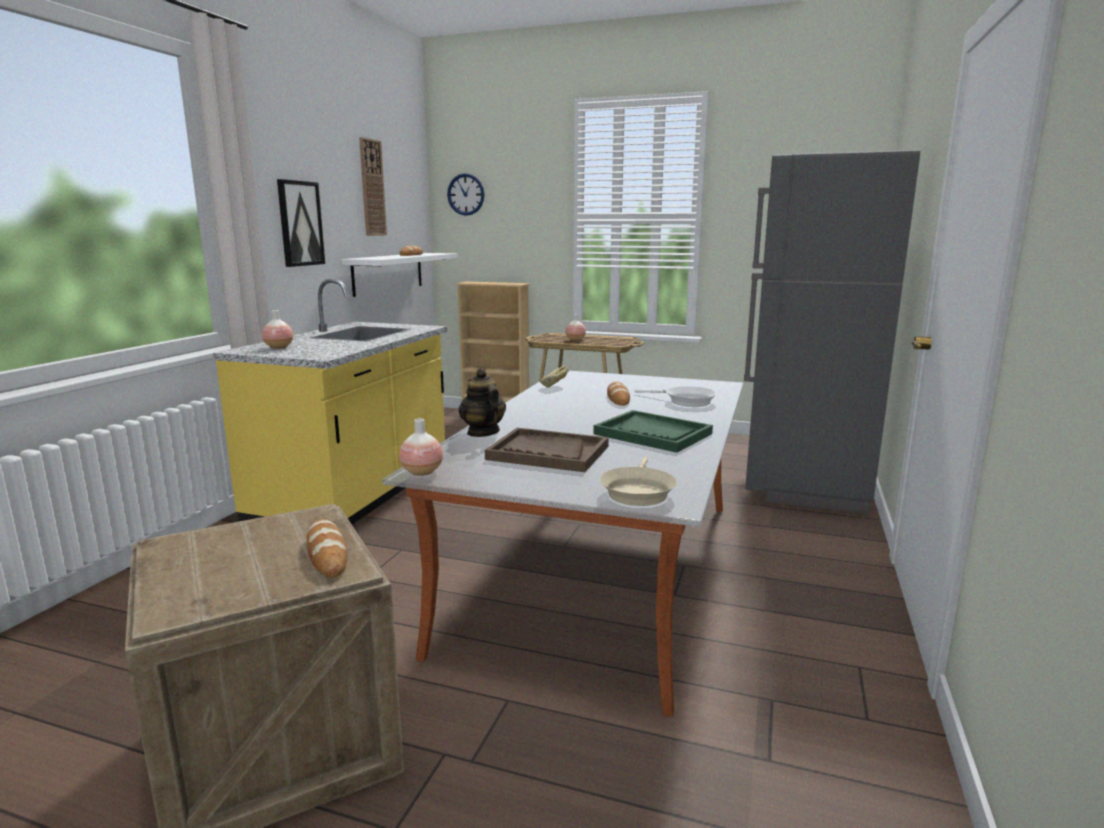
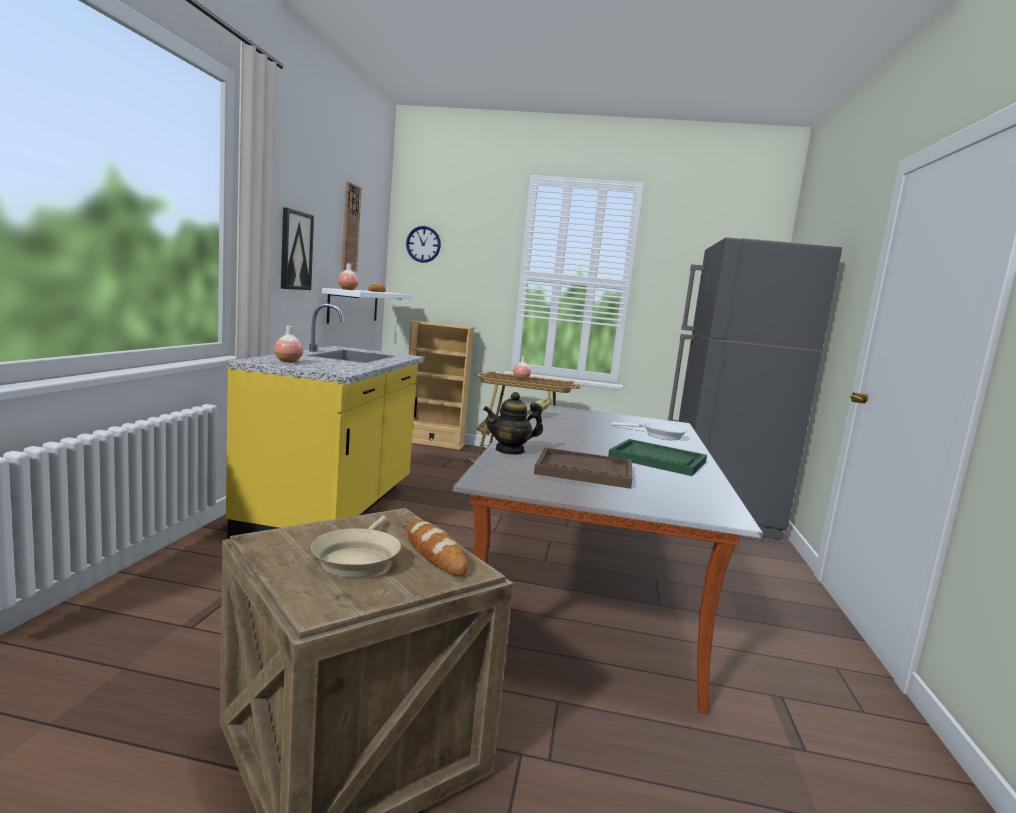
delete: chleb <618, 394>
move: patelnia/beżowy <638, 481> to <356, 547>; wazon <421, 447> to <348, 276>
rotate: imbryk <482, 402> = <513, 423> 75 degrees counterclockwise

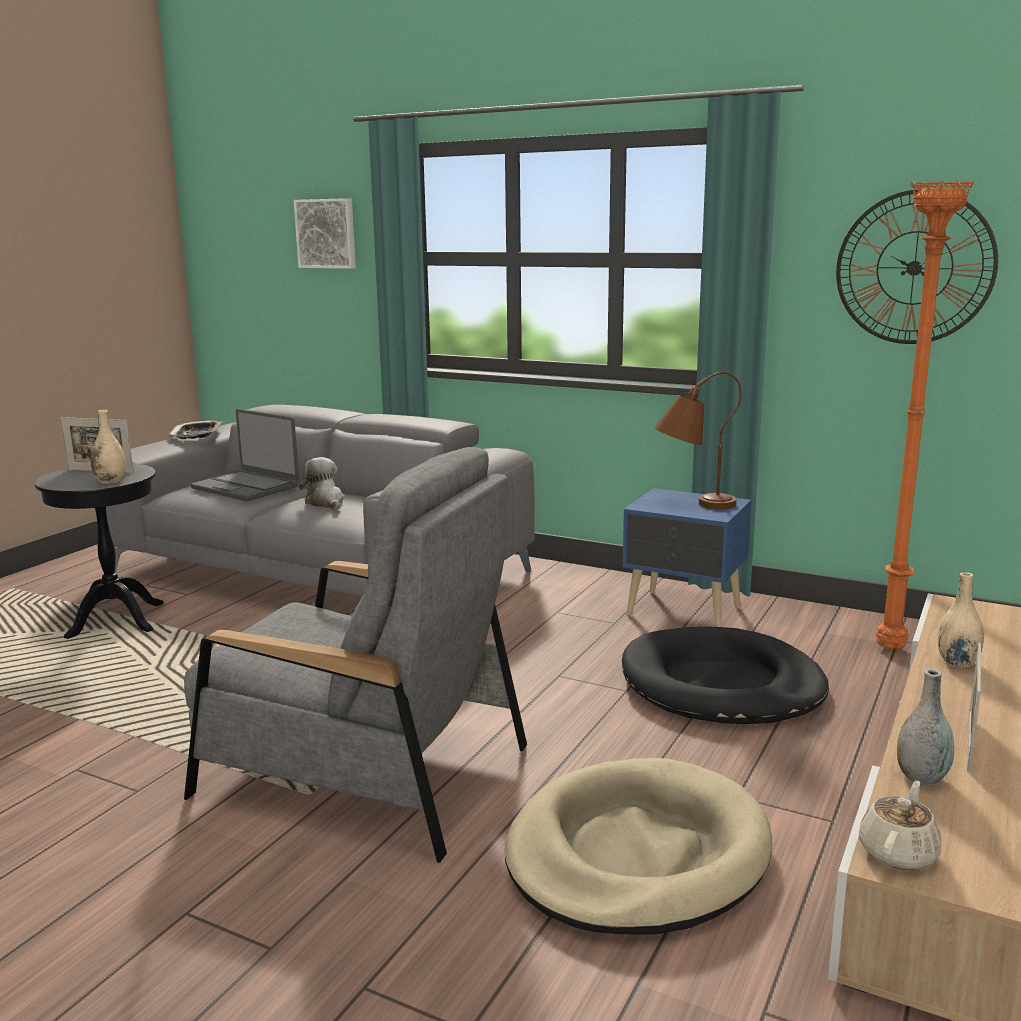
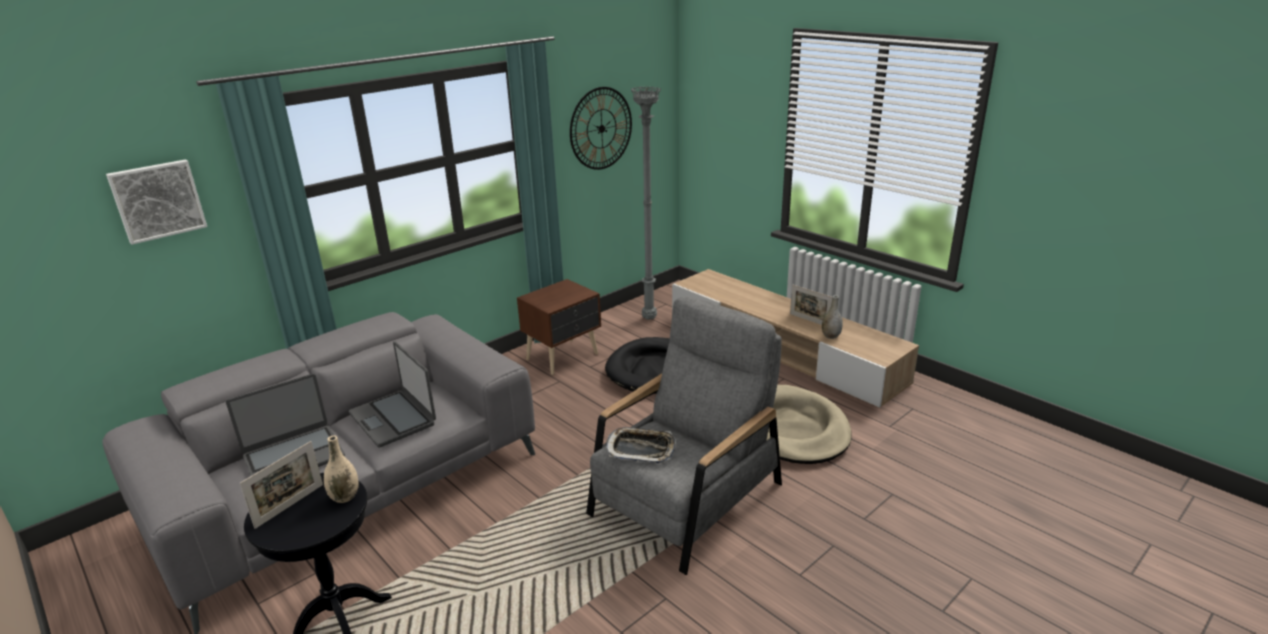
delete: lampa stołowa/brązowy <698, 440>; imbryk/beżowy <900, 825>; wazon/beżowy <961, 620>
move: taca <195, 429> to <641, 445>
replace: pluszak <322, 483> to laptop <392, 394>
recolor: szafka nocna/niebieski <687, 557> to szafka nocna/brązowy <559, 327>; lampa stojąca/pomarańczowy <925, 415> to lampa stojąca/szary <646, 203>

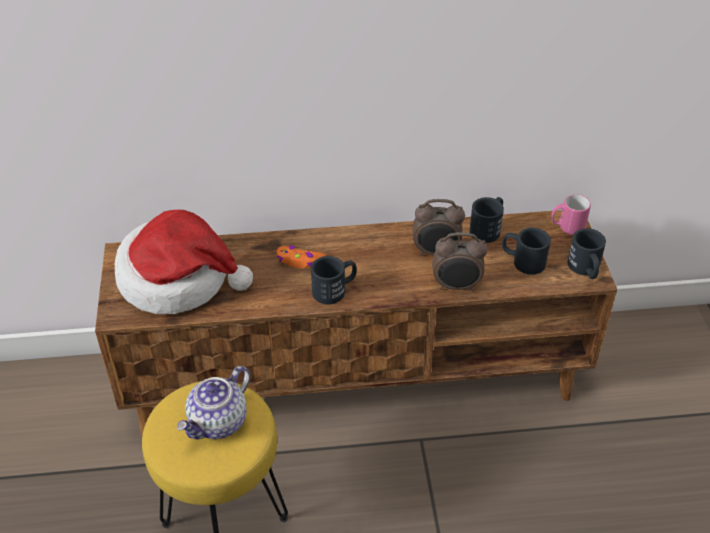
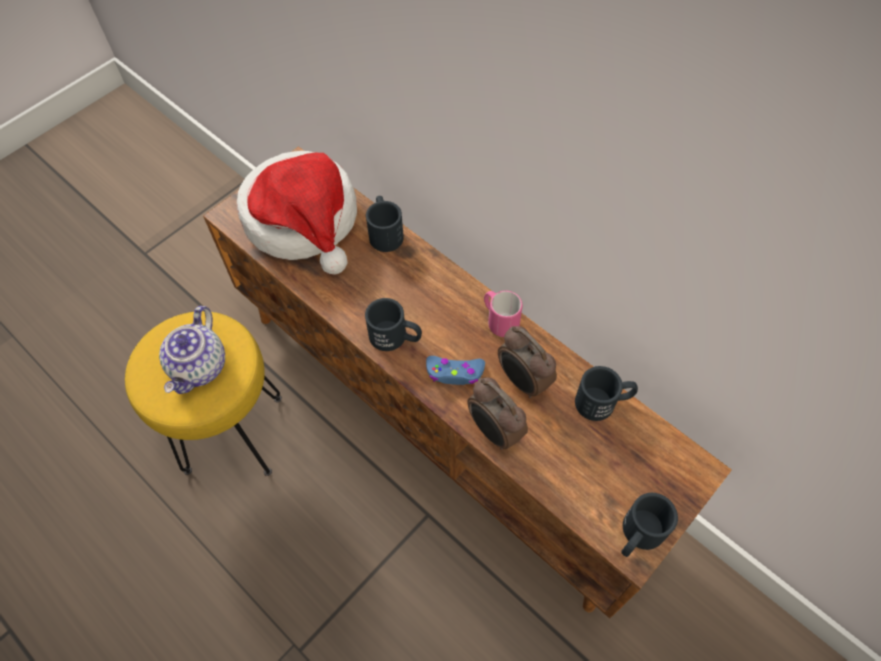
delete: pad do gier/pomarańczowy <301, 257>
insert: pad do gier/niebieski <455, 370>
move: kubek/czarny <526, 251> to <385, 224>; kubek/różowy <571, 214> to <503, 314>
rotate: imbryk <213, 403> = <192, 350> 75 degrees counterclockwise

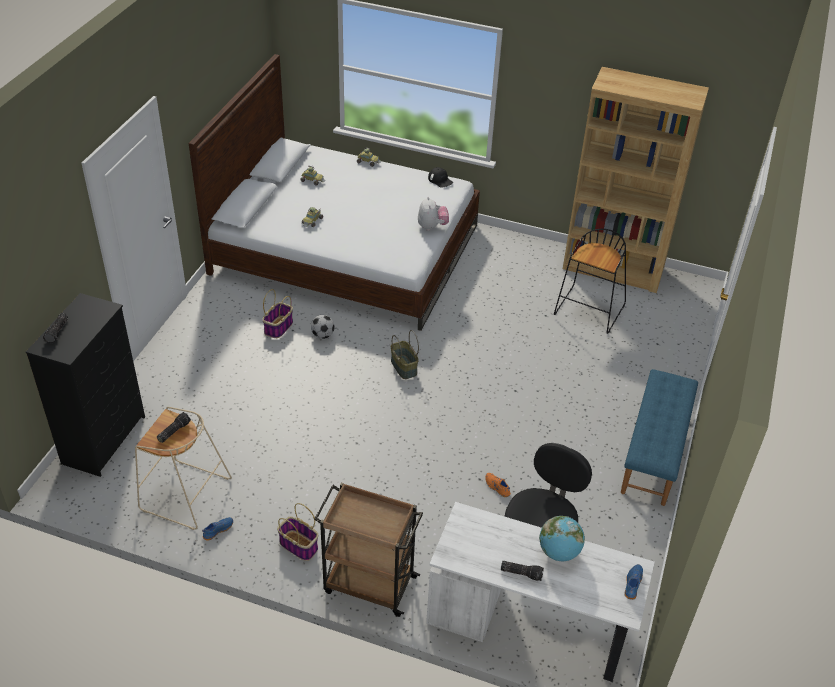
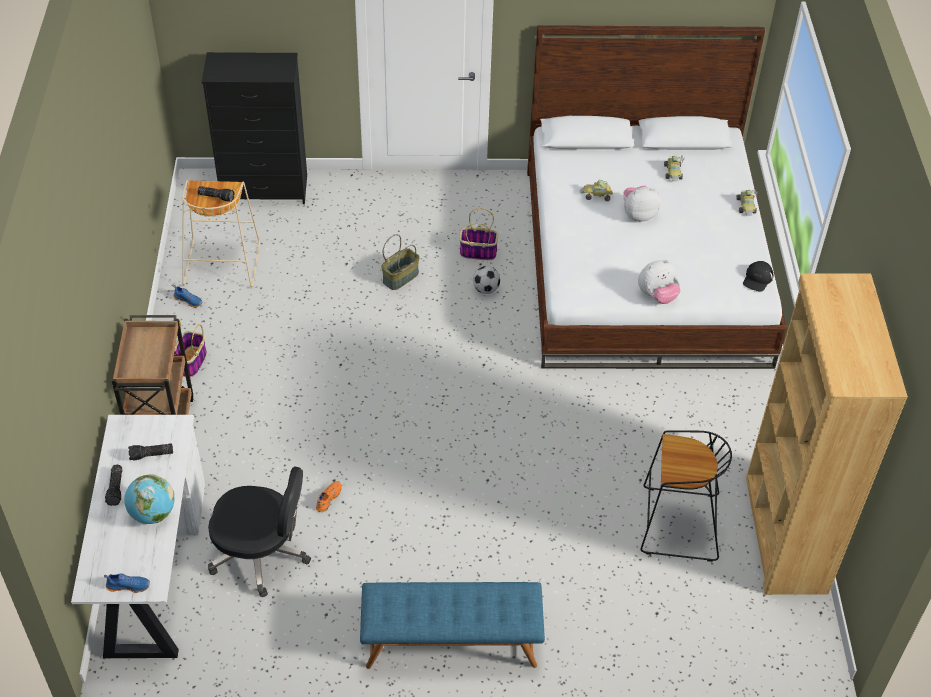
insert: pluszak <642, 204>
move: latarka <55, 328> to <150, 452>; koszyk <405, 354> to <400, 262>

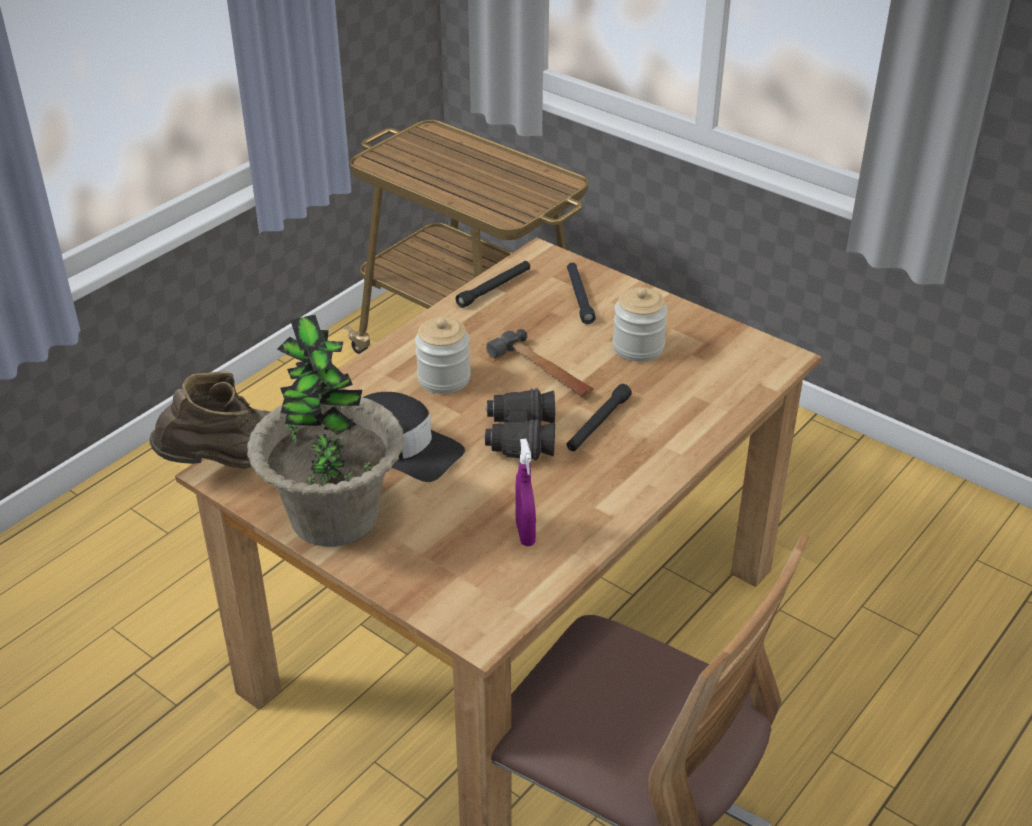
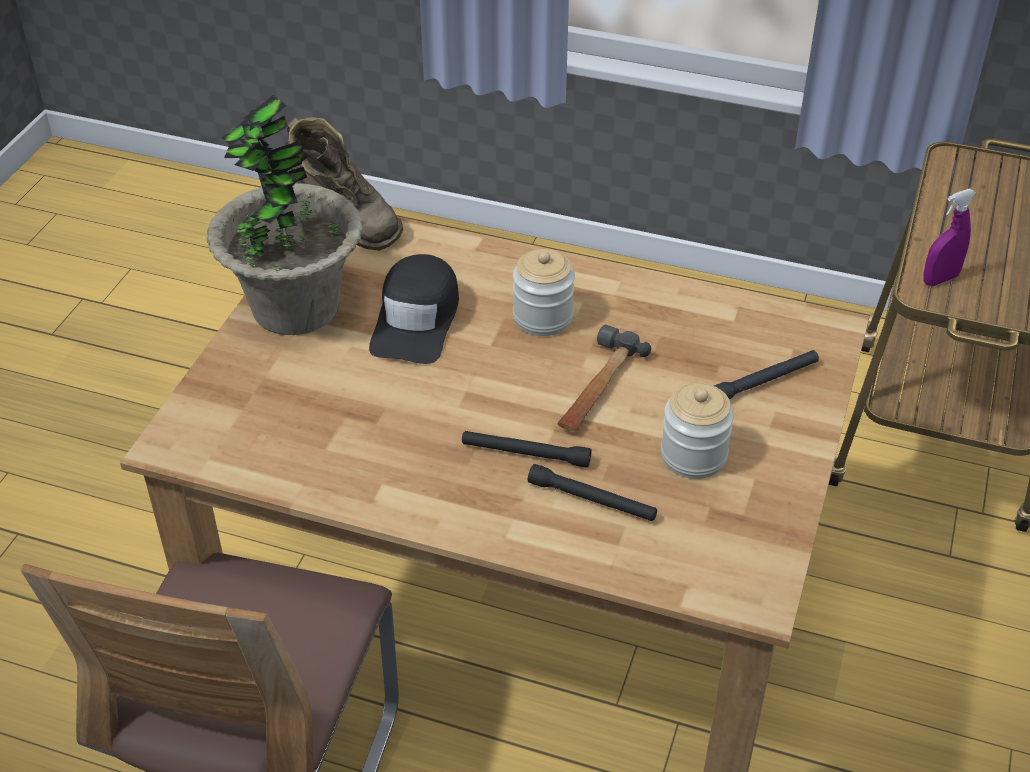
delete: lornetka/czarny <519, 424>
move: latarka/czarny <493, 284> to <592, 492>; spryskiwacz/fioletowy <525, 492> to <949, 237>

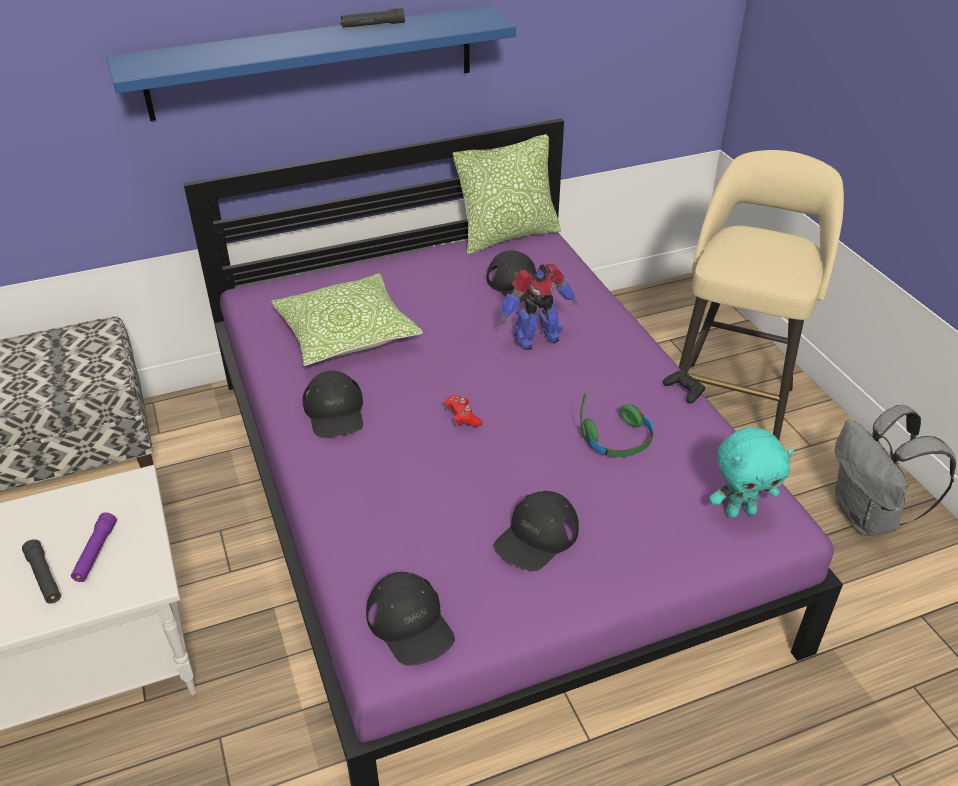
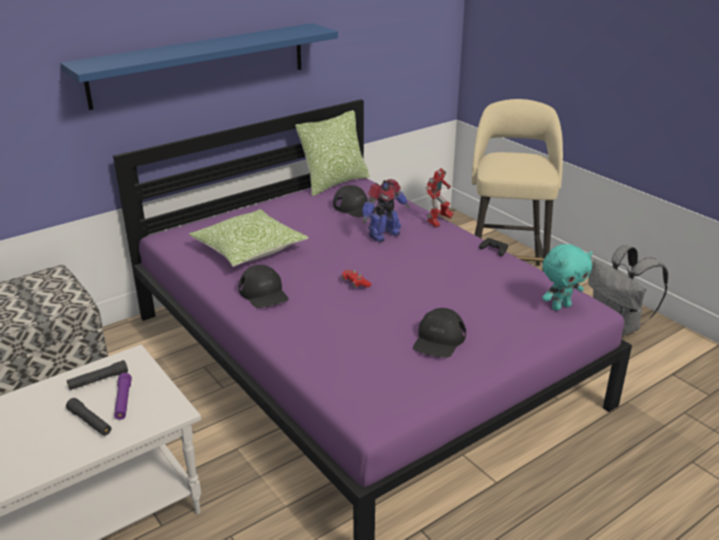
delete: czapka z daszkiem/czarny <410, 619>; słuchawki/zielony <617, 425>
insert: robot zabawkowy <440, 198>
move: latarka/czarny <373, 18> to <97, 375>

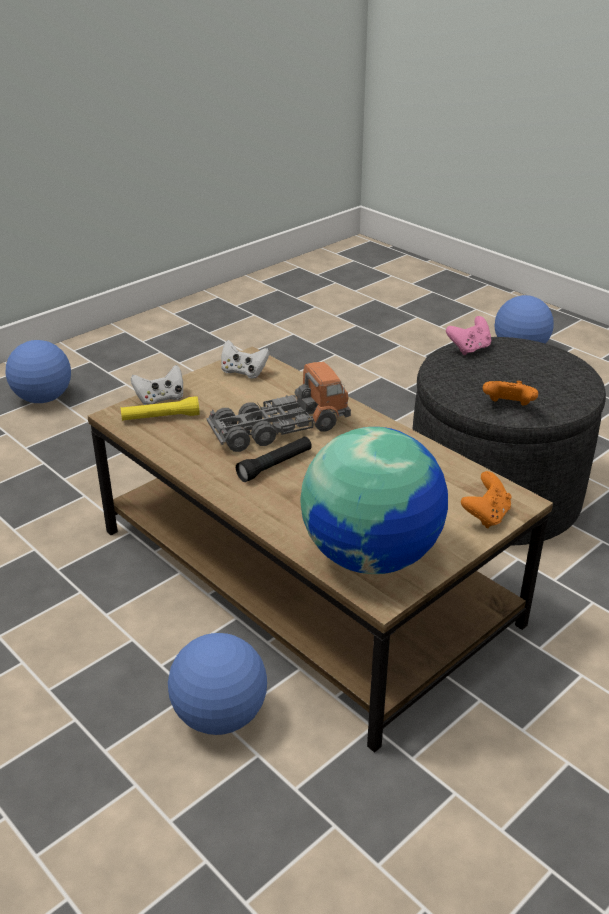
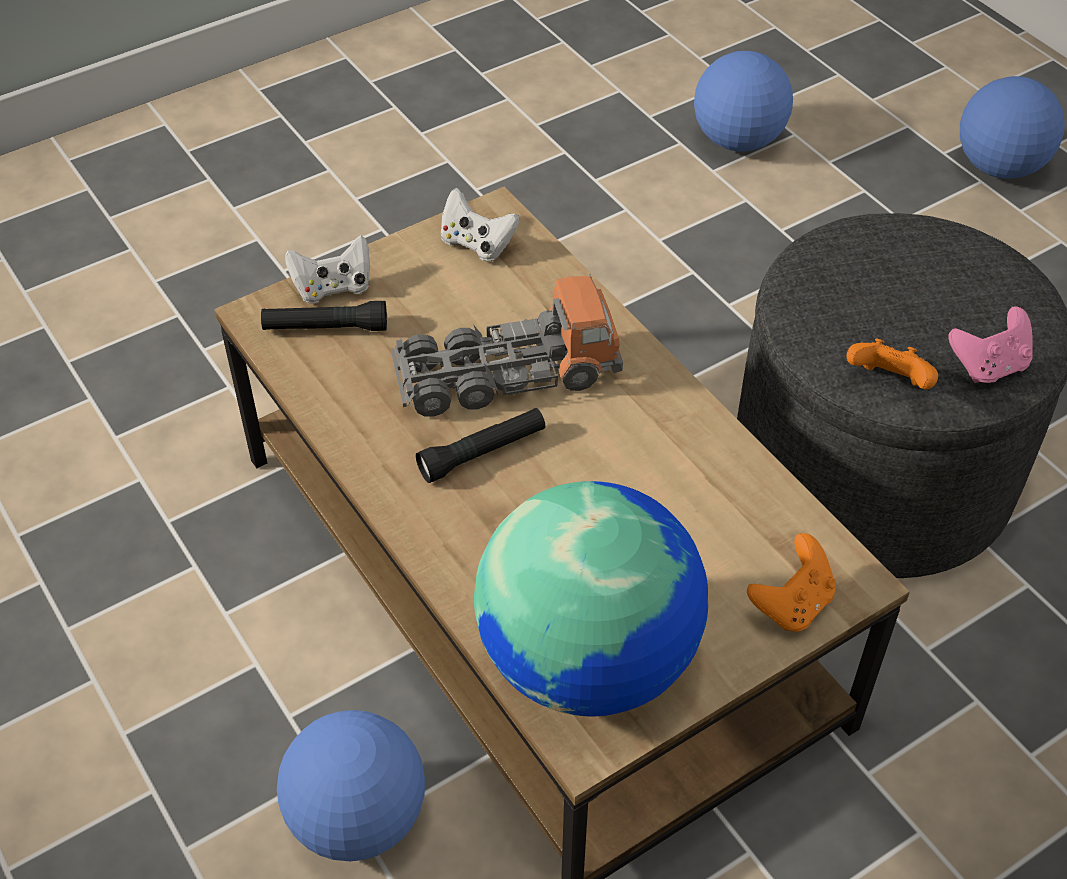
move: piłka futbolowa <38, 371> to <743, 101>; pad do gier/różowy <468, 335> to <990, 344>
recolor: latarka/żółty <160, 408> to latarka/czarny <324, 316>

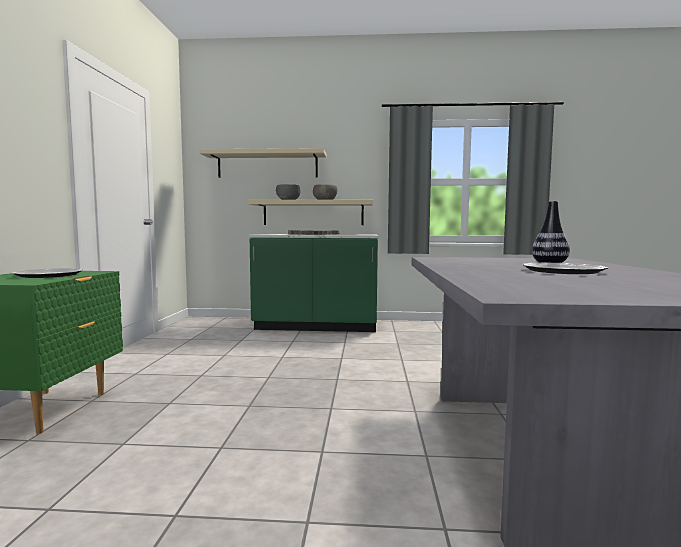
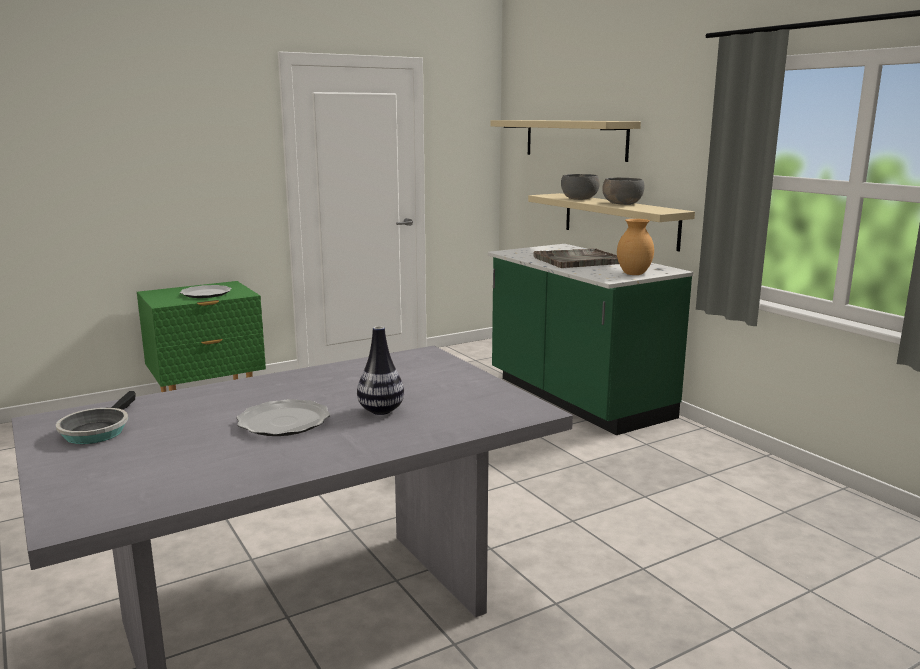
insert: patelnia <96, 417>; wazon/brązowy <635, 247>

